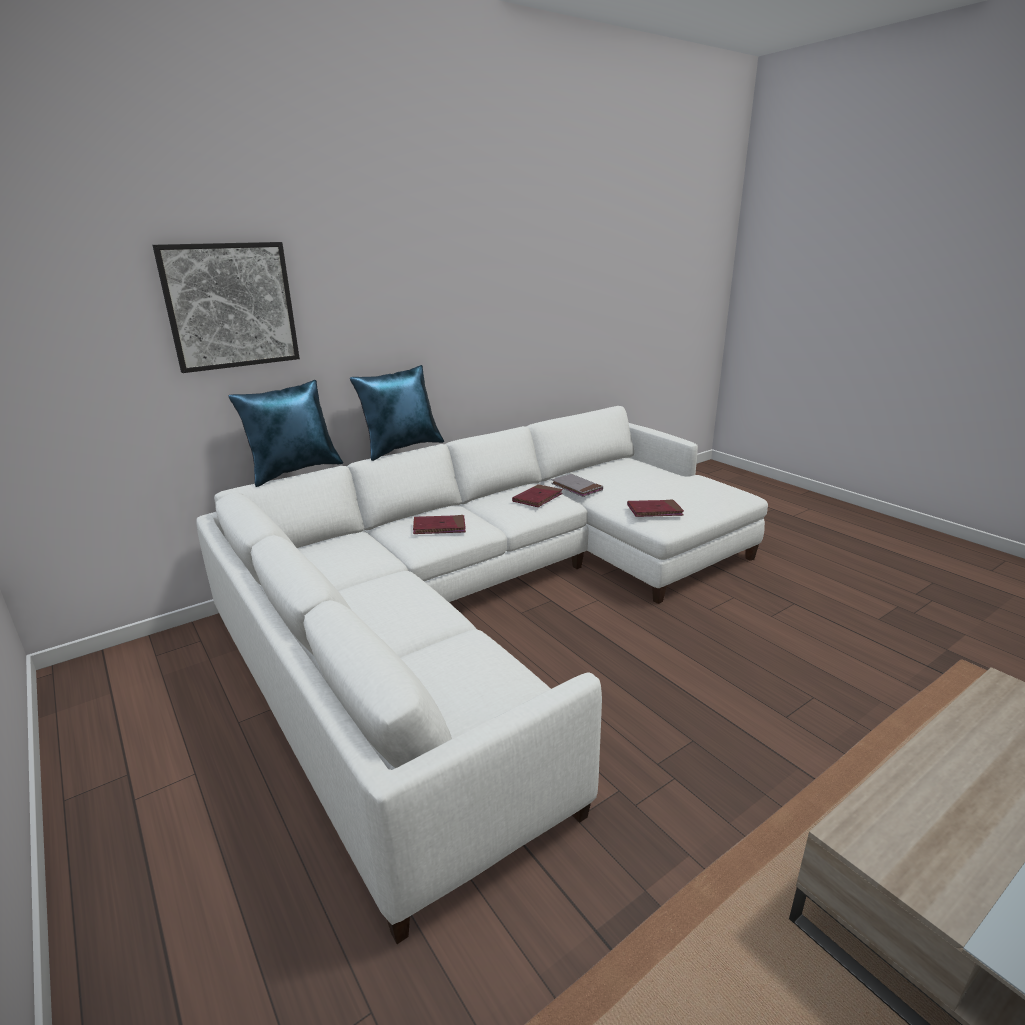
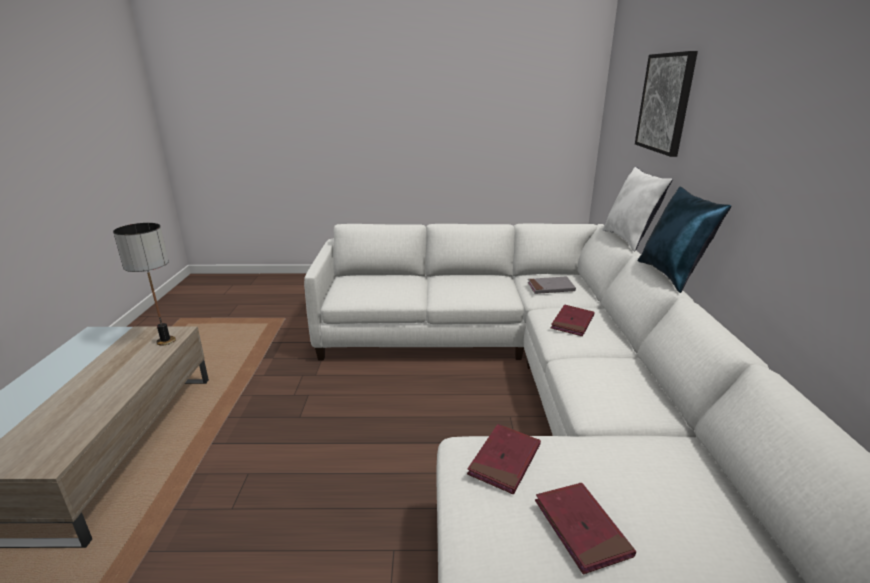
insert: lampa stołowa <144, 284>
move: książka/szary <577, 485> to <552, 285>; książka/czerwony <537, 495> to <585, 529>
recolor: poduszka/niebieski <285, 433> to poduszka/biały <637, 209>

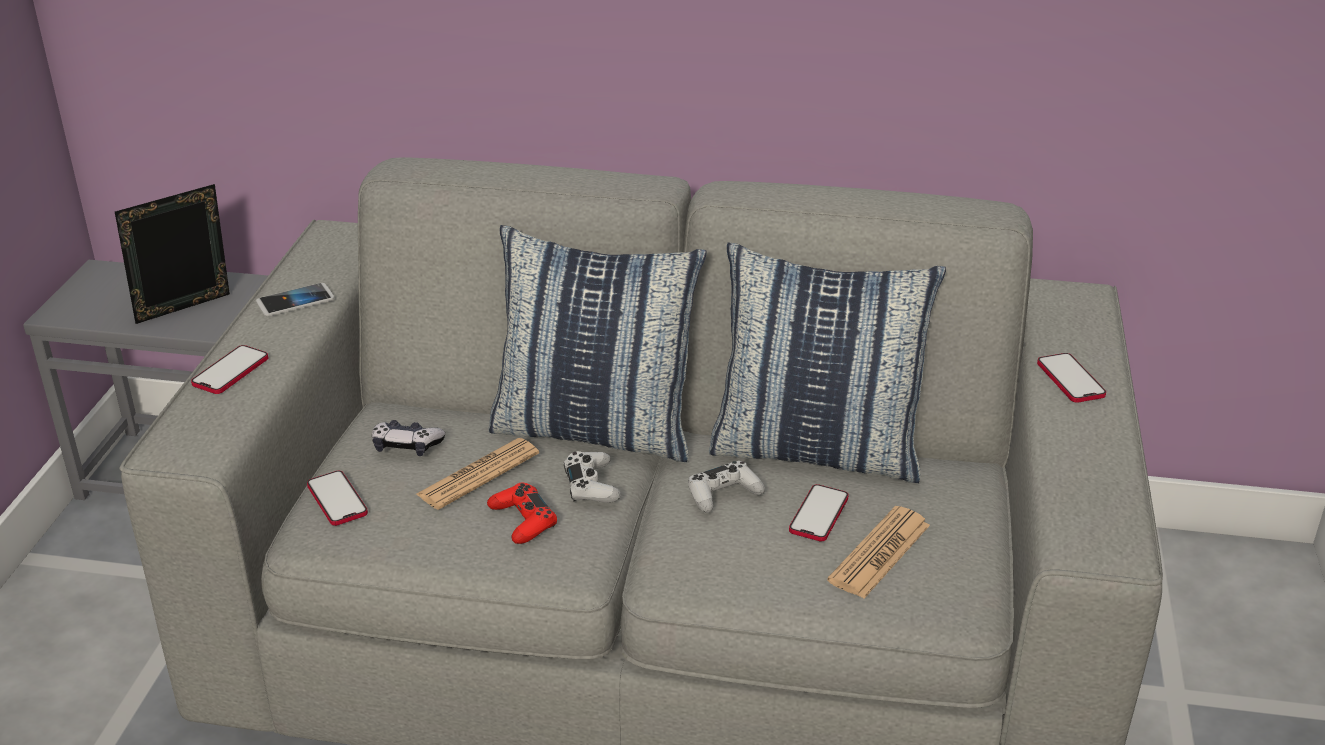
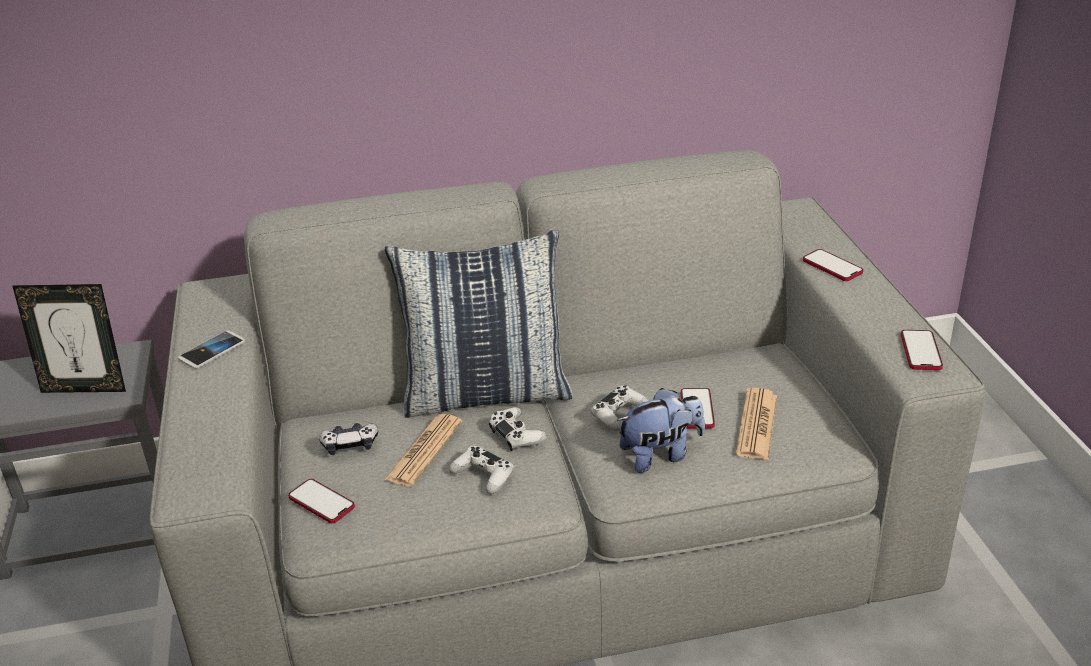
delete: poduszka <827, 362>
insert: pluszak <661, 430>
move: telefon <229, 369> to <922, 350>
recolor: pad do gier/czerwony <522, 513> to pad do gier/biały <481, 470>
rotate: ramka na zdjęcie <172, 254> = <69, 338> 120 degrees counterclockwise

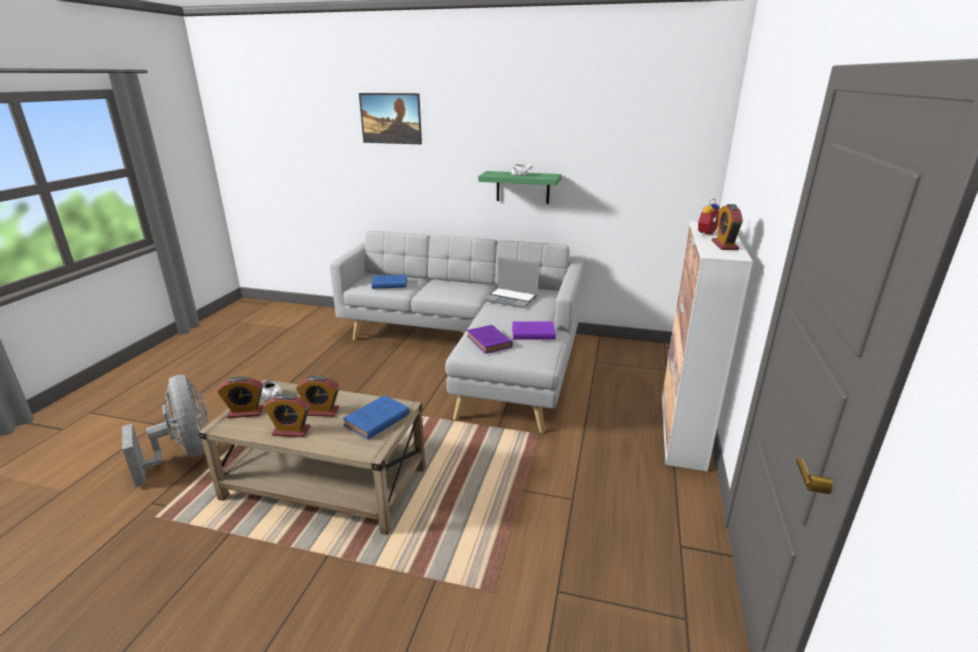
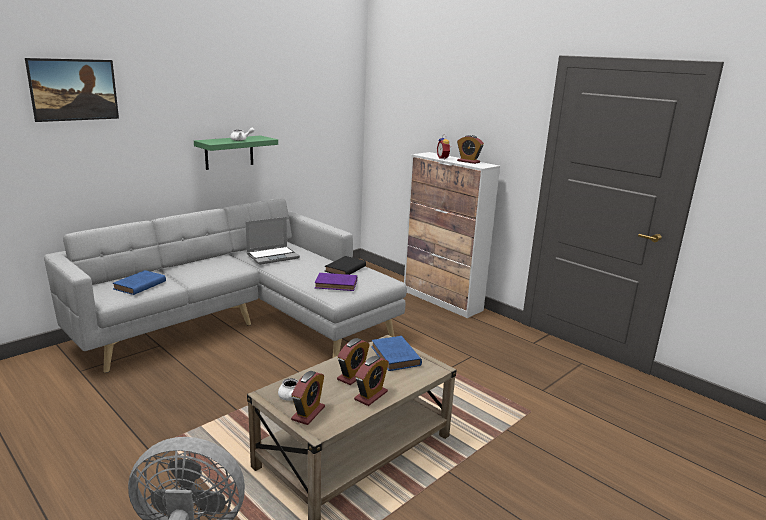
recolor: książka/fioletowy <534, 330> to książka/czarny <345, 265>

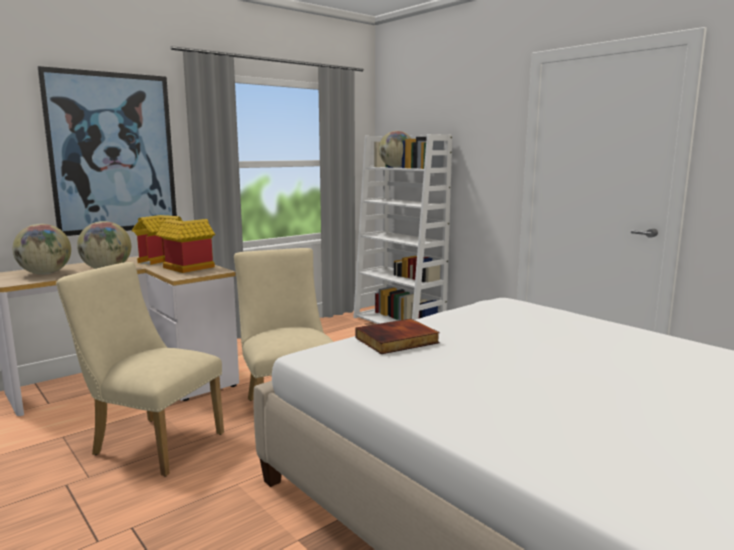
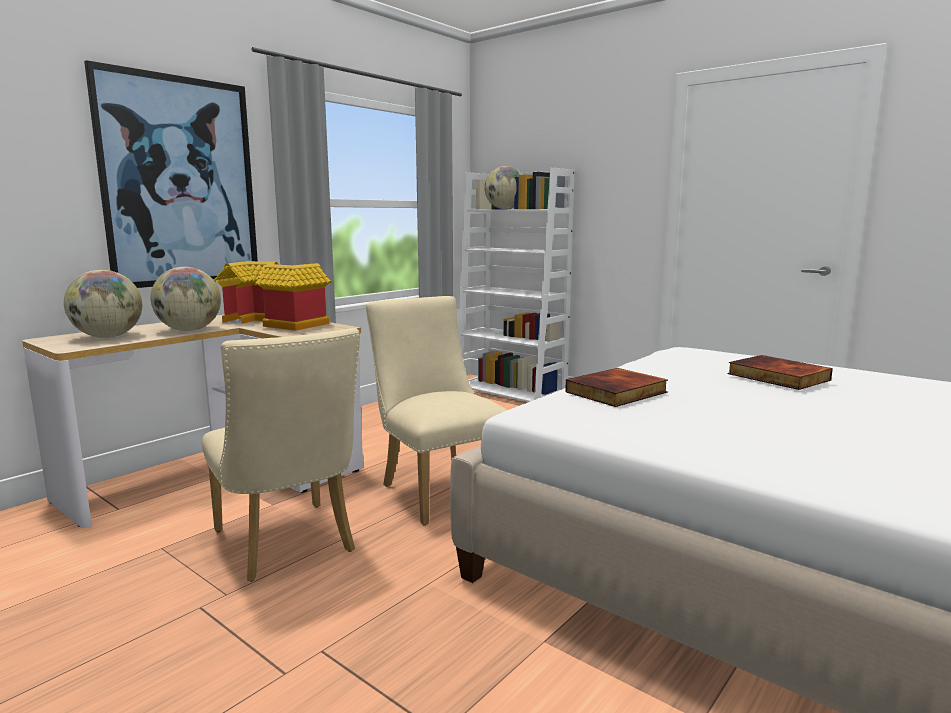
insert: książka <780, 372>
rotate: krzesło/beżowy <140, 369> = <281, 455> 135 degrees counterclockwise

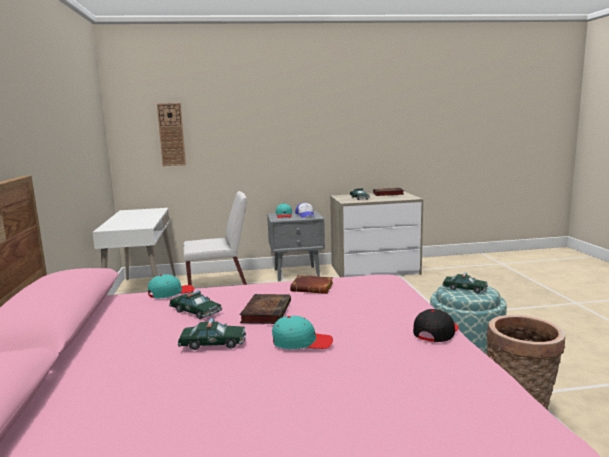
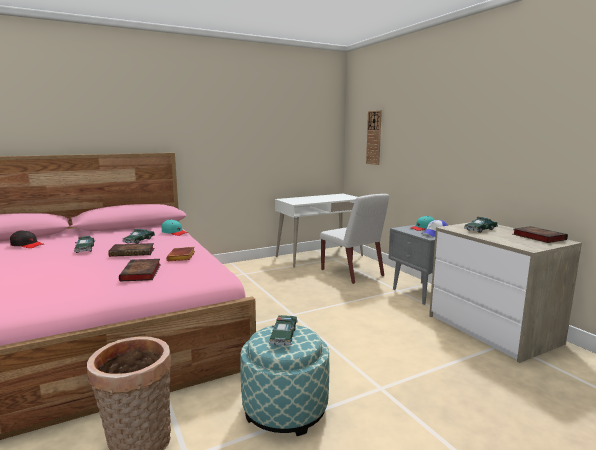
delete: czapka z daszkiem/turkusowy <302, 332>
insert: książka <140, 270>
move: czapka z daszkiem/czarny <436, 325> to <26, 239>

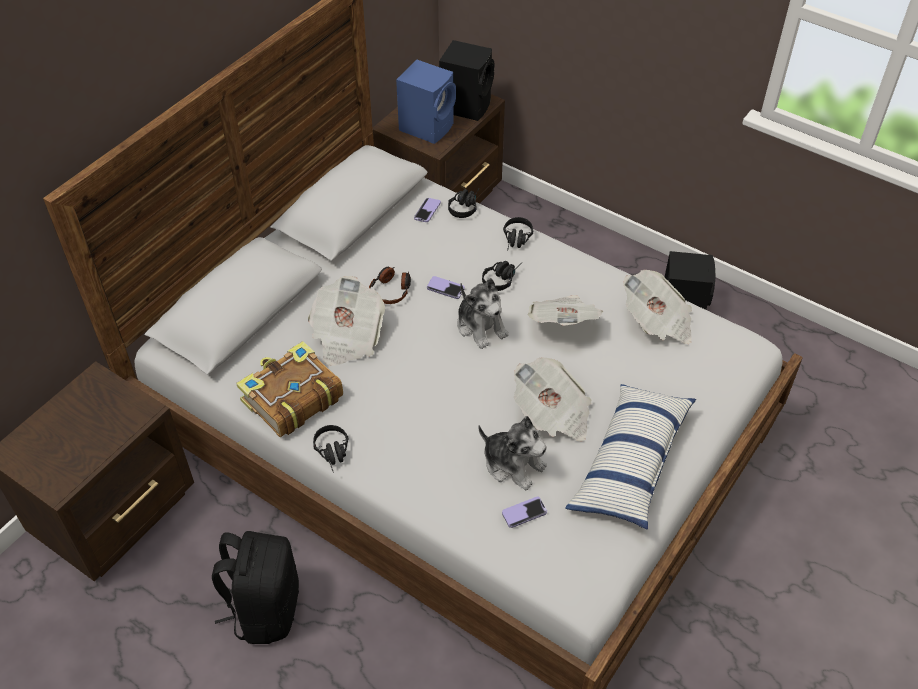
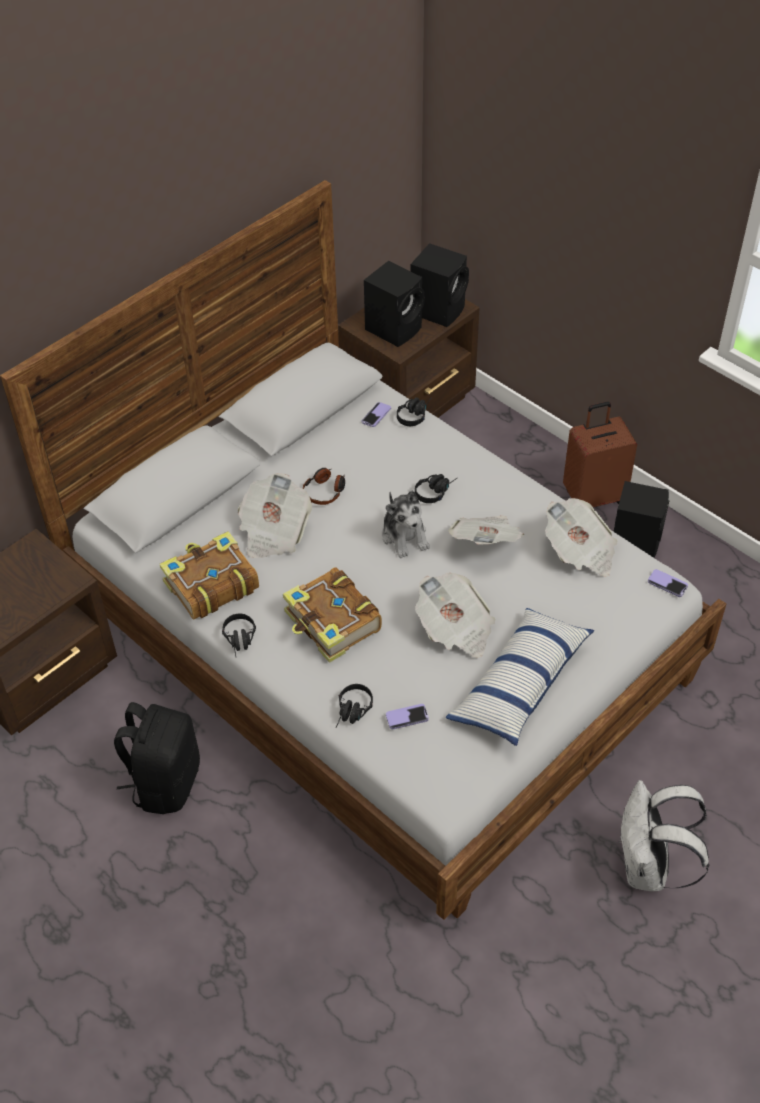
delete: pluszak <512, 453>
insert: książka <332, 615>; walizka/brązowy <600, 454>; plecak/biały <664, 835>
move: słuchawki/czarny <518, 234> to <354, 706>; telefon <446, 287> to <668, 583>
recolor: głośnik/niebieski <426, 102> to głośnik/czarny <394, 304>

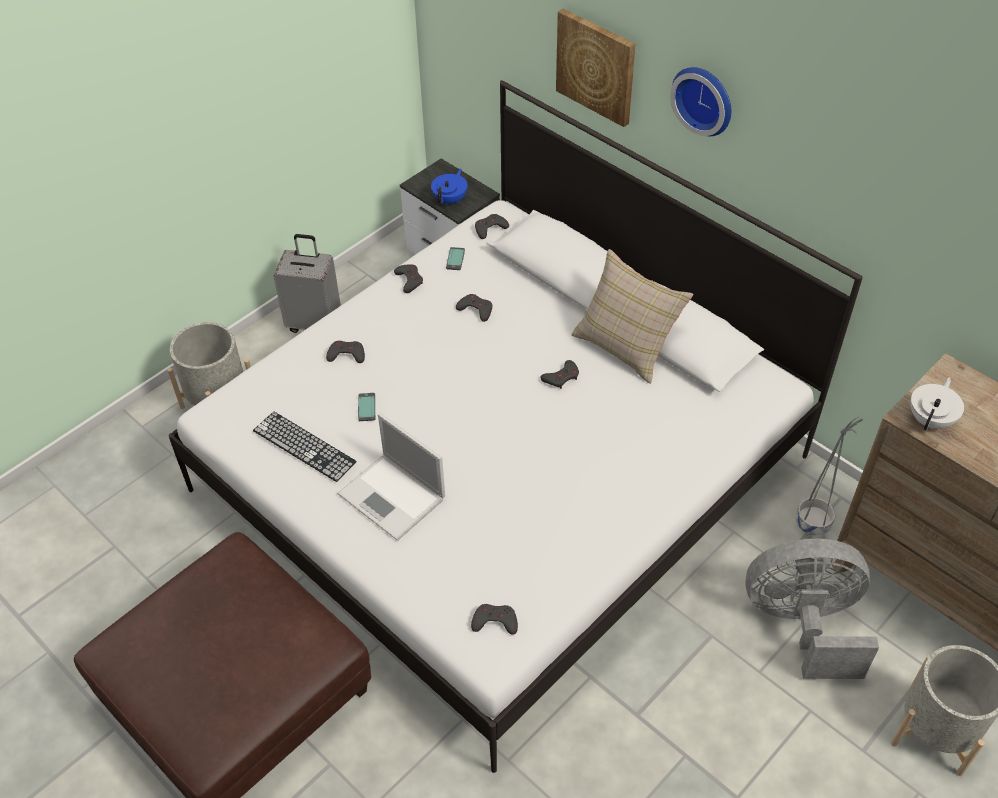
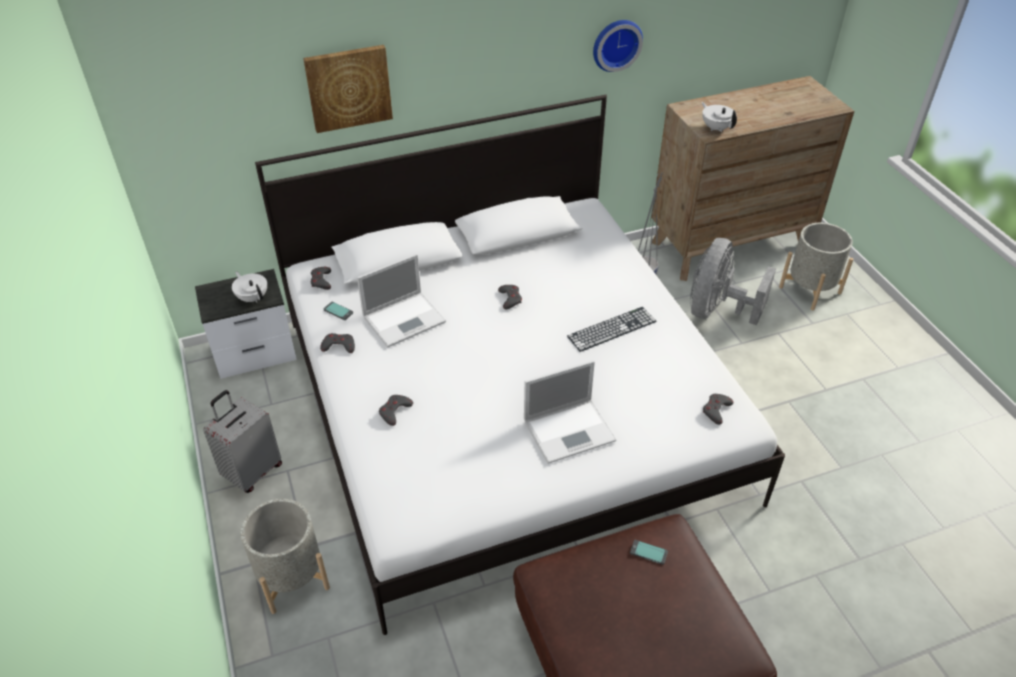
delete: poduszka/beżowy <632, 316>
move: klawiatura <305, 447> to <612, 329>; zegar ścienny <700, 101> to <618, 46>; telefon <366, 407> to <649, 552>
replace: pad do gier/szary <474, 308> to laptop <401, 301>
recolor: imbryk/niebieski <449, 187> to imbryk/biały <249, 286>

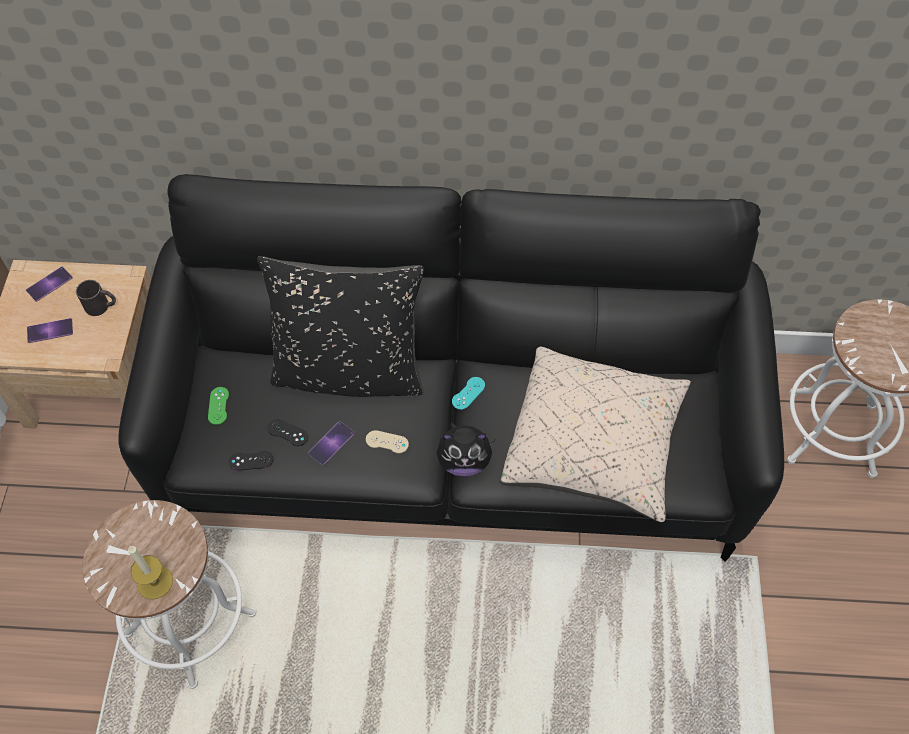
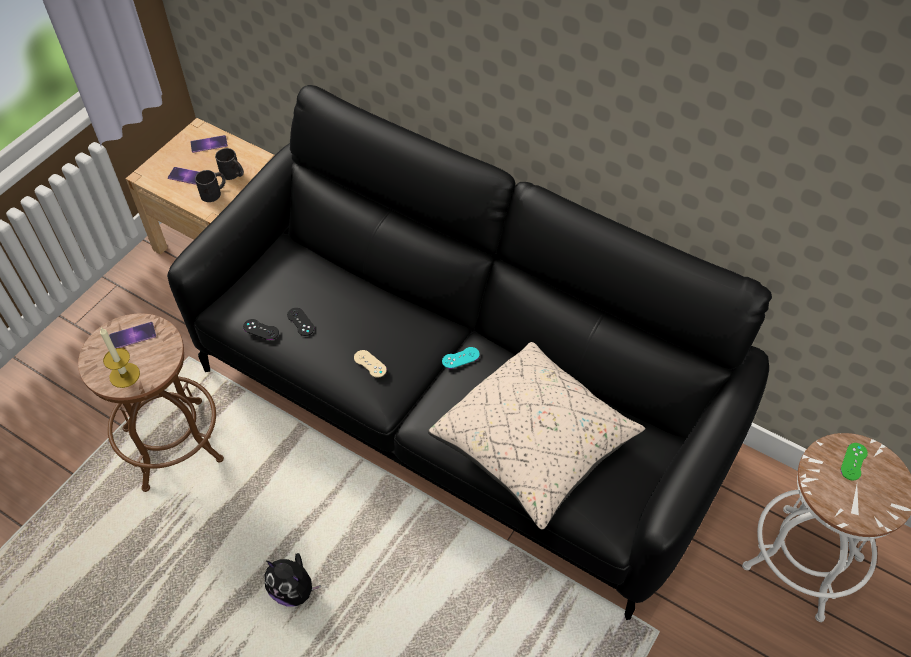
delete: poduszka/czarny <340, 326>
insert: kubek/czarny <210, 186>
move: telefon <331, 443> to <132, 335>; pluszak <466, 449> to <292, 579>; pad do gier/zielony <218, 406> to <854, 462>
recolor: stołek/biały <169, 594> to stołek/brązowy <151, 402>

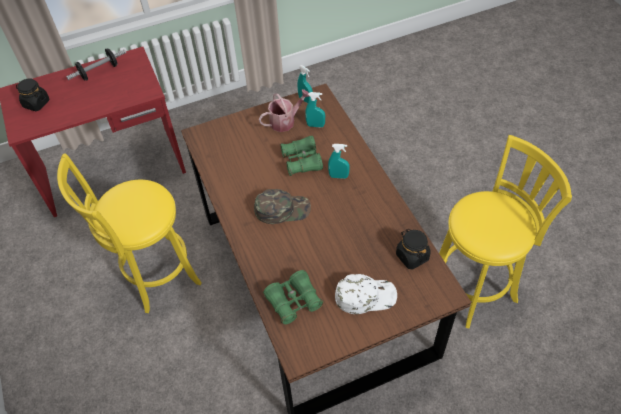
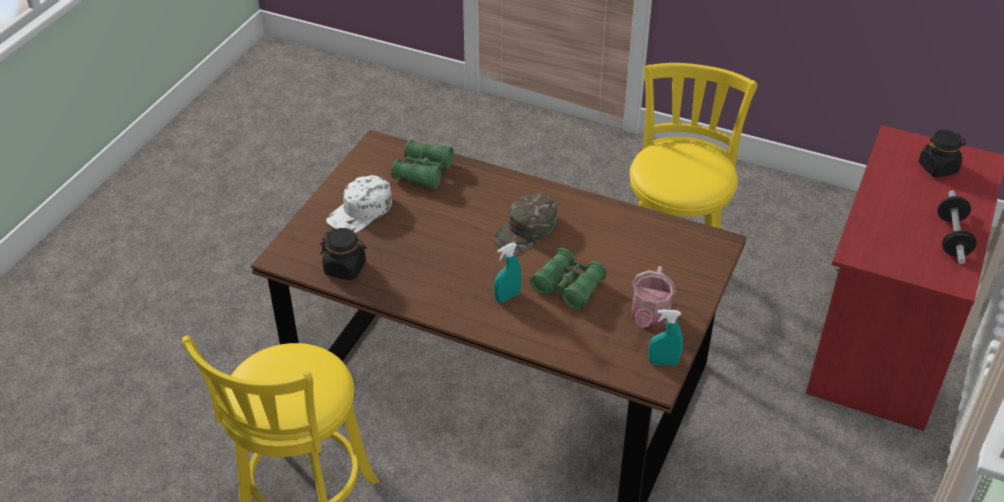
delete: spryskiwacz/turkusowy <315, 109>

